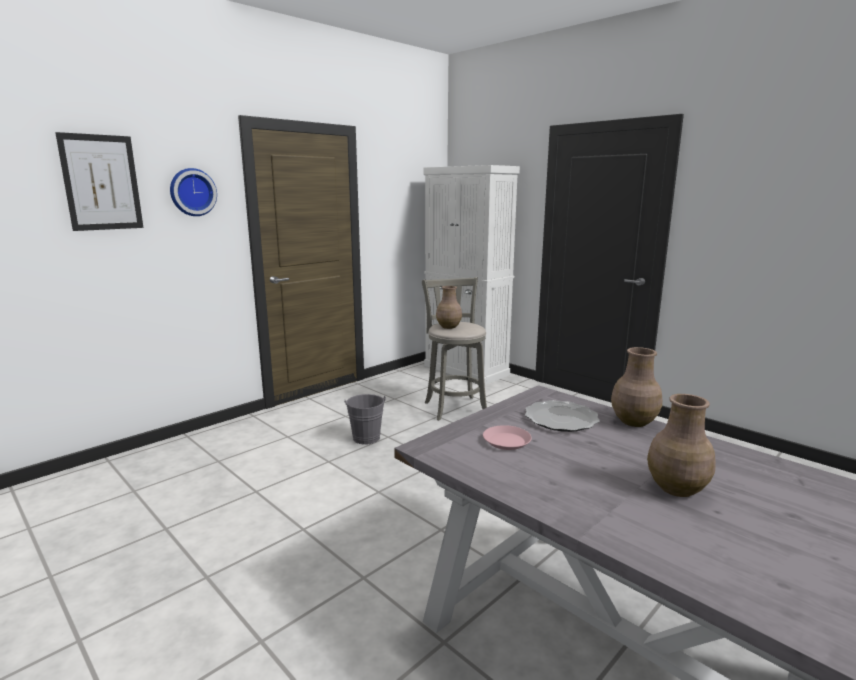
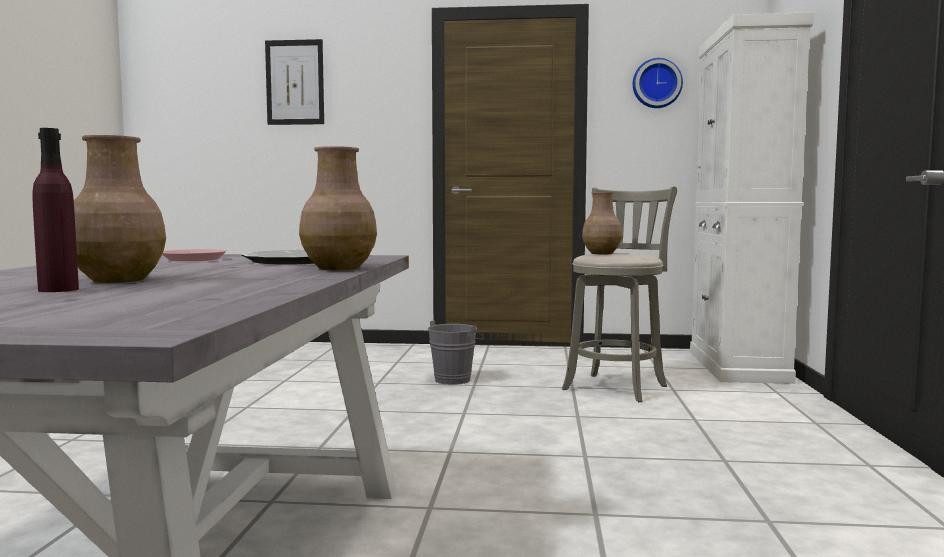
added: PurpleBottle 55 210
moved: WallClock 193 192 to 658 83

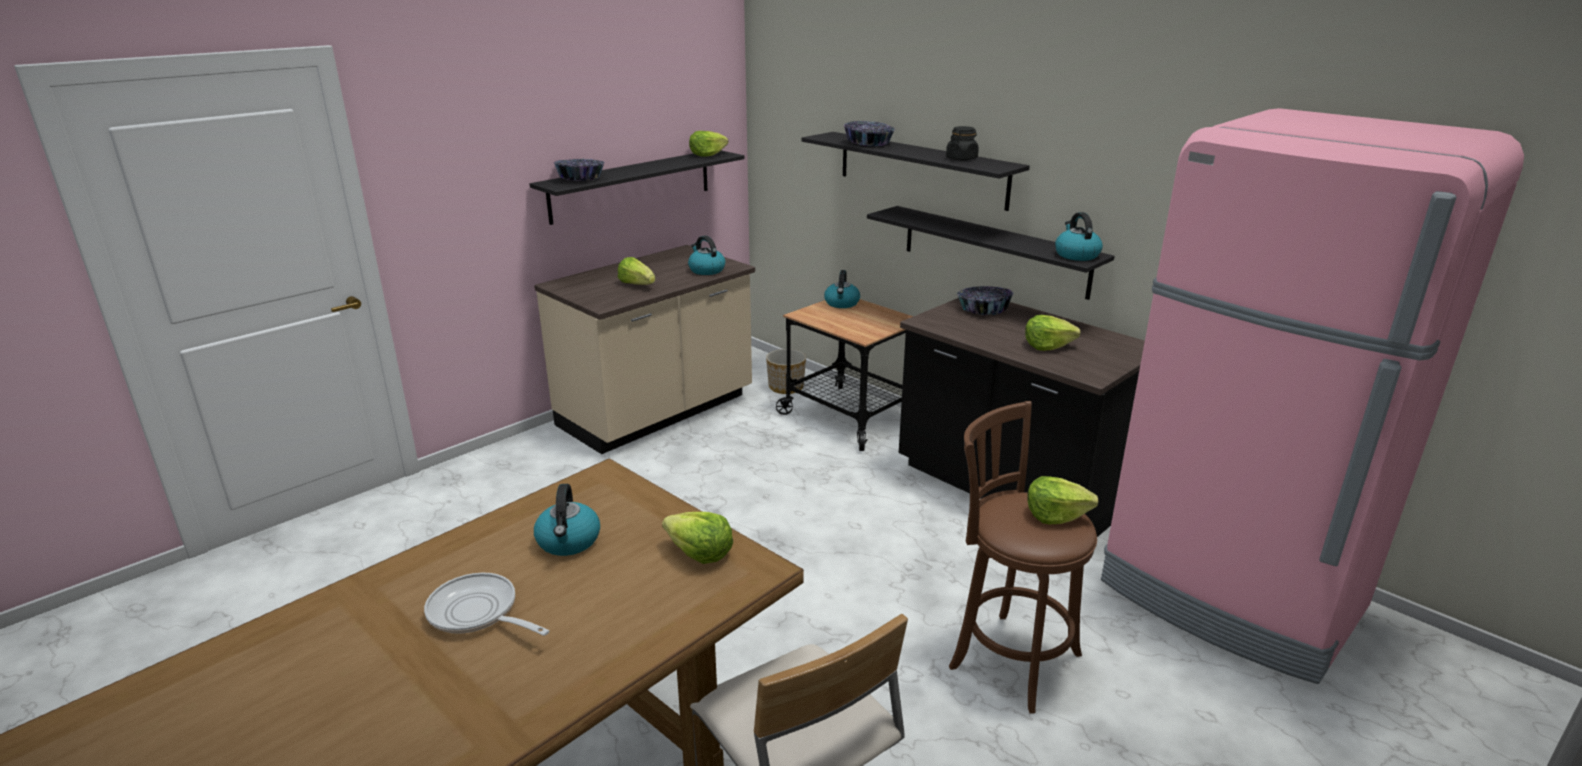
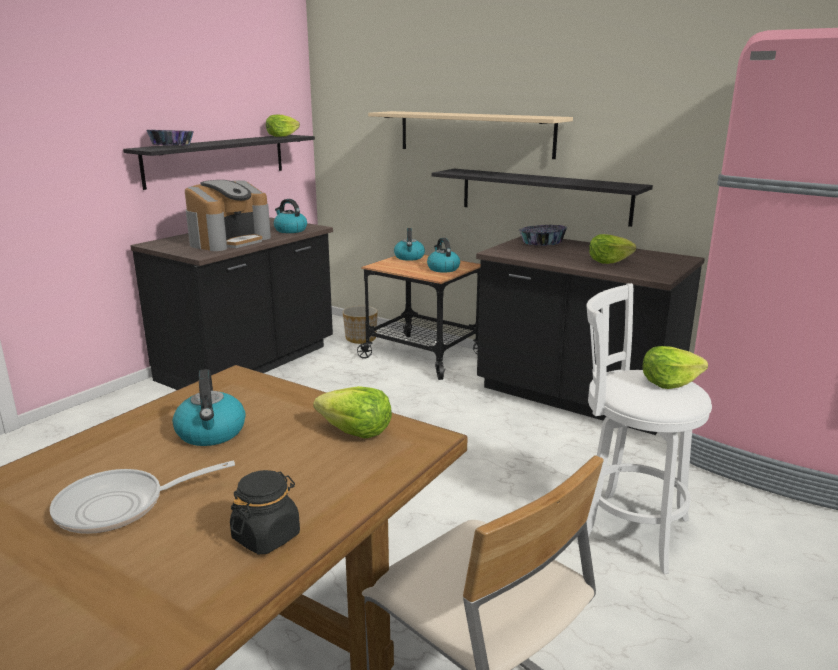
removed: Bowl 869 134
moved: BlackJar 962 143 to 265 512; Kettle 1079 236 to 443 255
replaced: Lettuce 636 271 to CoffeeMachine 228 215
recoloured: BlackShelf 916 171 to BeigeShelf 470 135; BeigeCounter 644 349 to BlackCounter 231 303; BrownStool 1023 557 to WhiteStool 644 428
turned: FryingPan 487 604 = 142 497 45 degrees counterclockwise

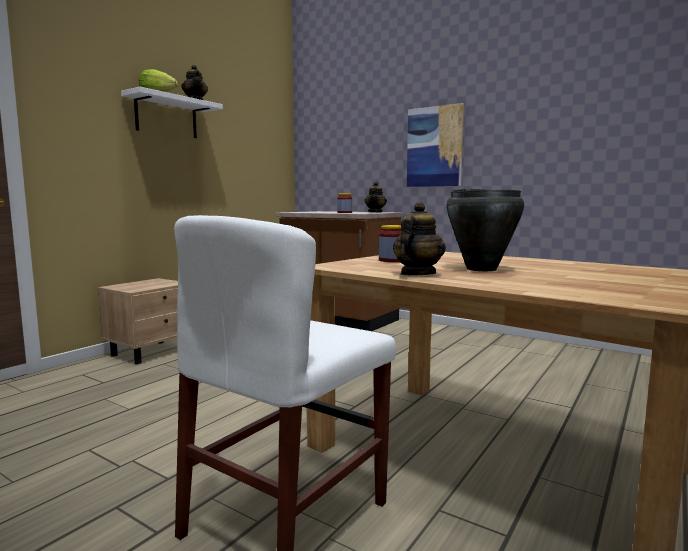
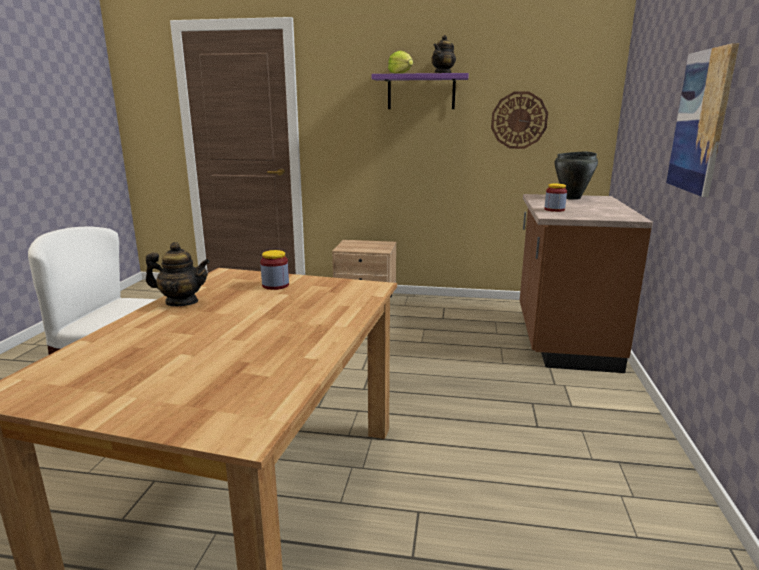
removed: Teapot 375 197
added: WallClock 519 120
moved: BlackCookingPot 485 230 to 576 175
recoloured: WhiteShelf 172 112 to PurpleShelf 419 91

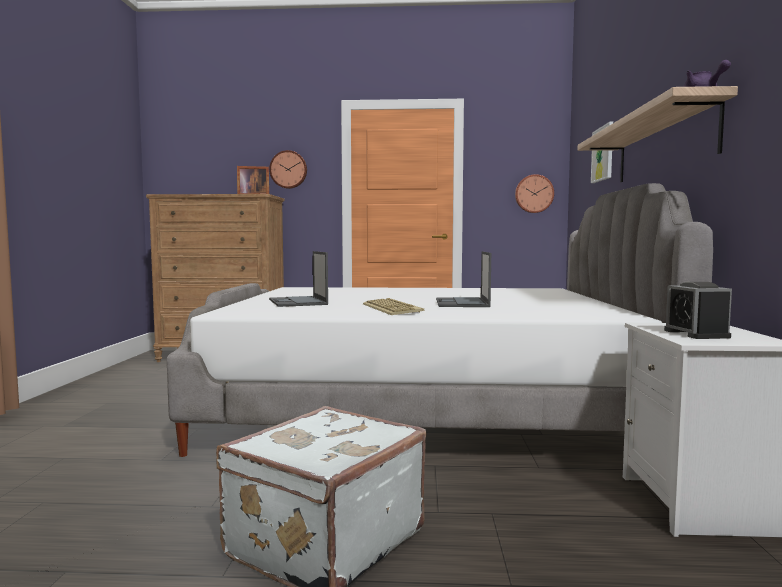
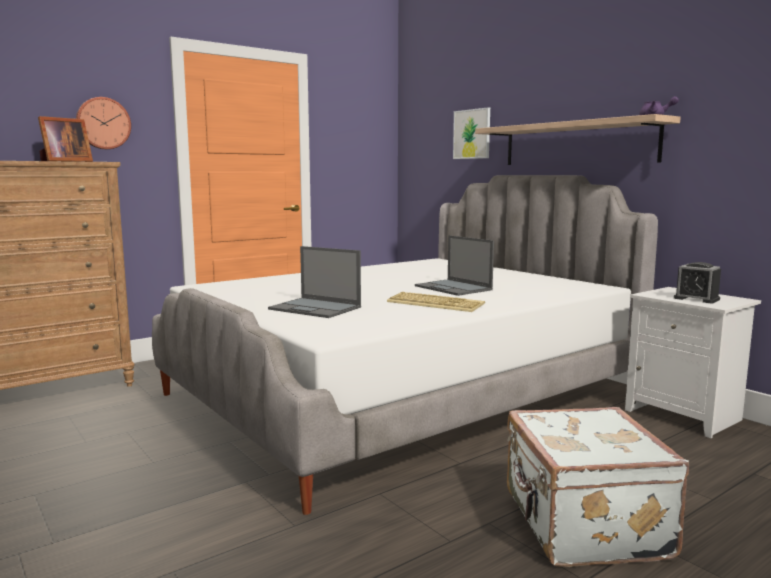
removed: WallClock 534 193

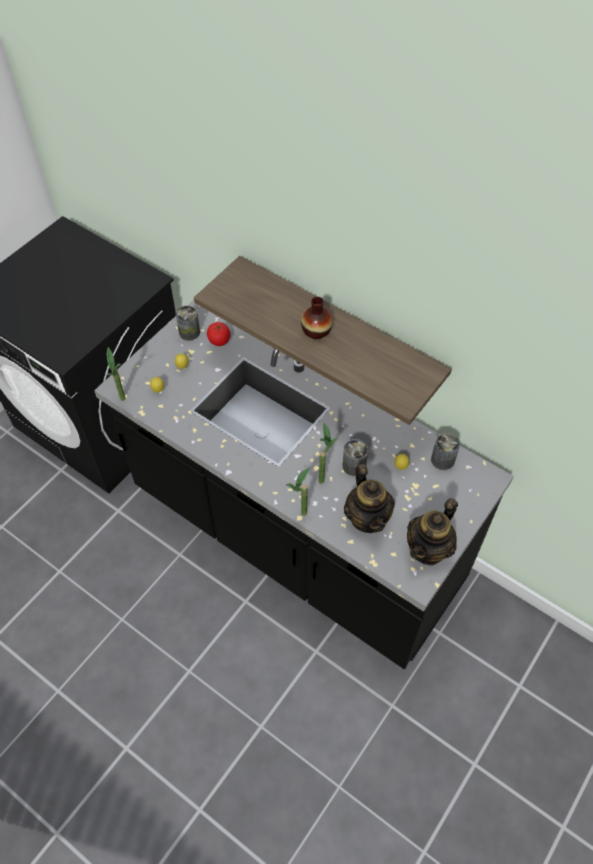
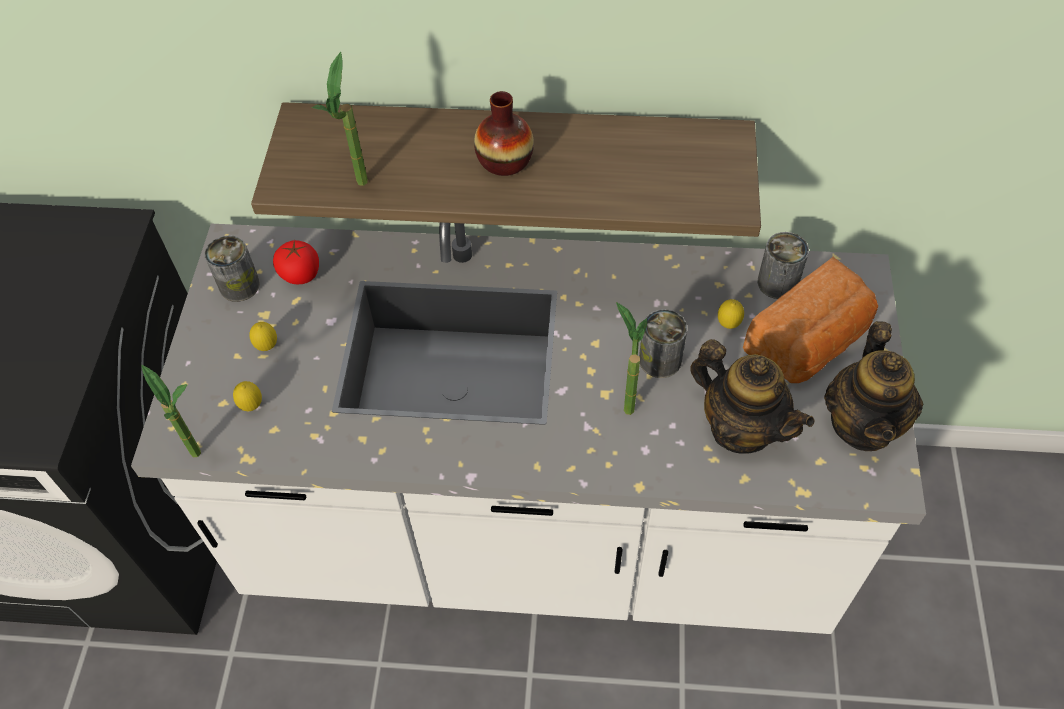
added: Bread 810 320
moved: PottedPlant 297 492 to 340 119
recoloured: BlackCounter 304 485 to WhiteCounter 528 428

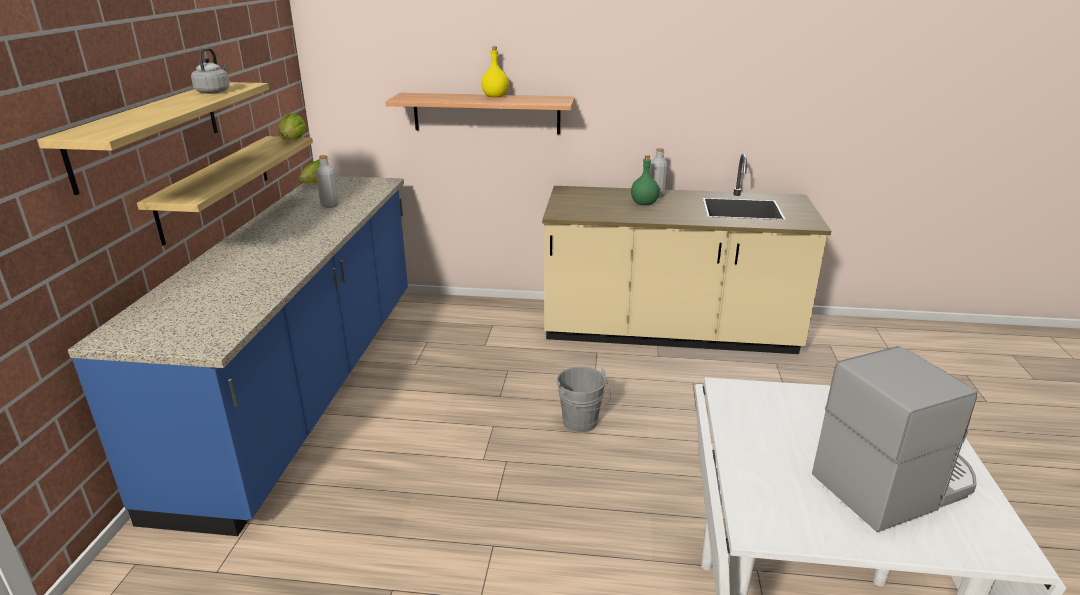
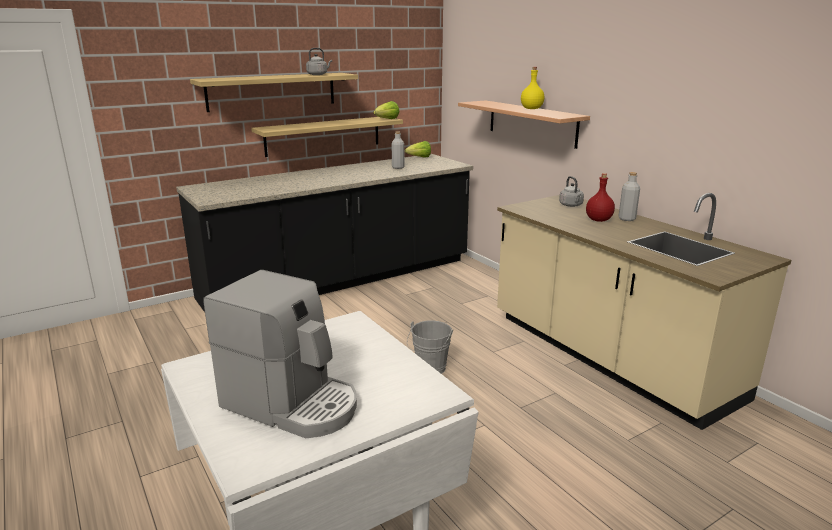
added: GreyKettle 571 191
recoloured: GreenBottle 645 180 to RedBottle 600 197; BlueCounter 238 356 to BlackCounter 324 233

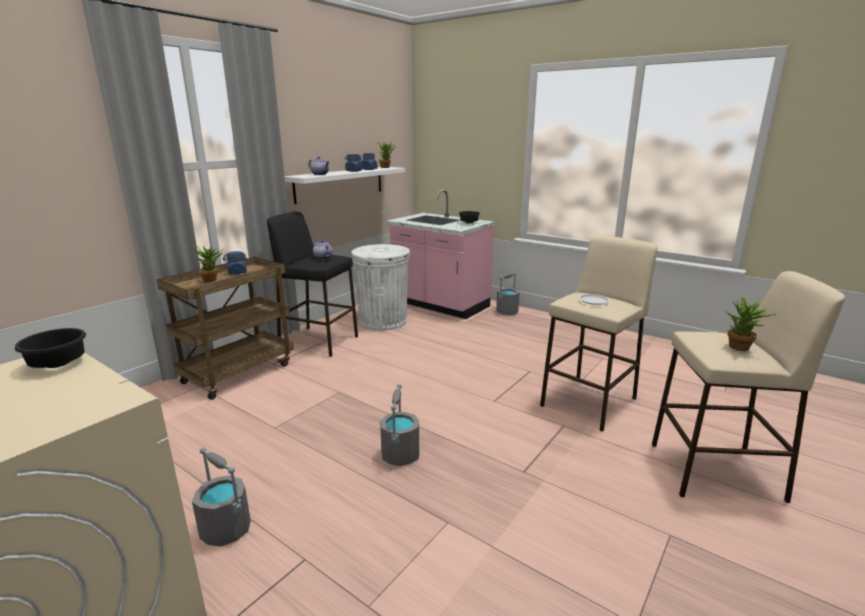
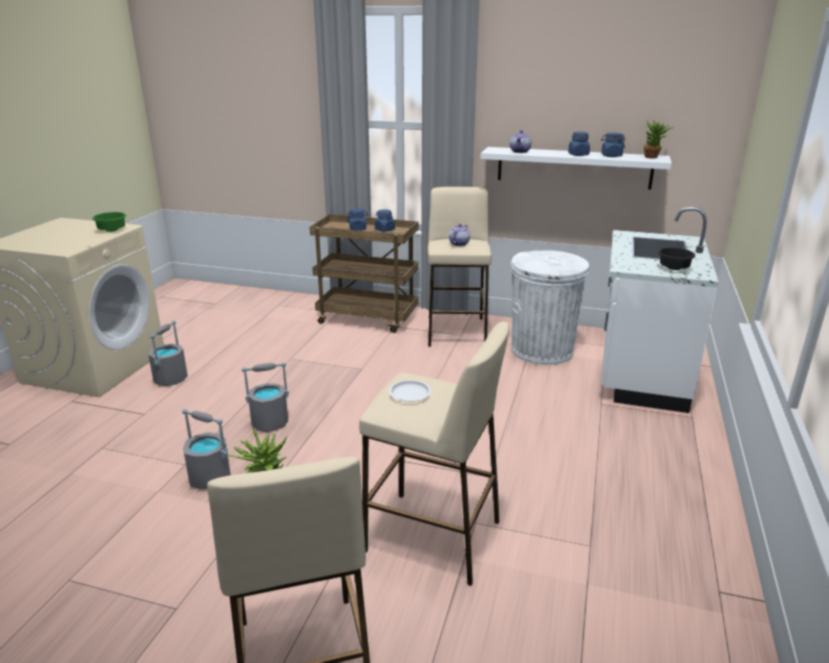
moved: GreyBucket 508 293 to 206 449
replaced: PottedPlant 209 264 to BlueJar 357 219
recoloured: PinkCounter 440 254 to WhiteCounter 660 310; BlackStool 312 284 to BeigeStool 459 267; BlackBowl 50 348 to GreenBowl 109 222

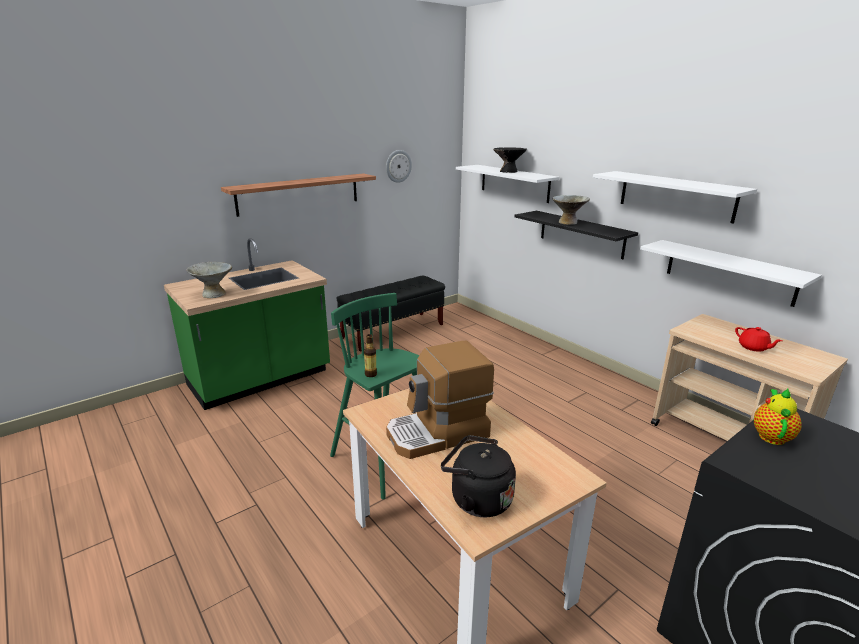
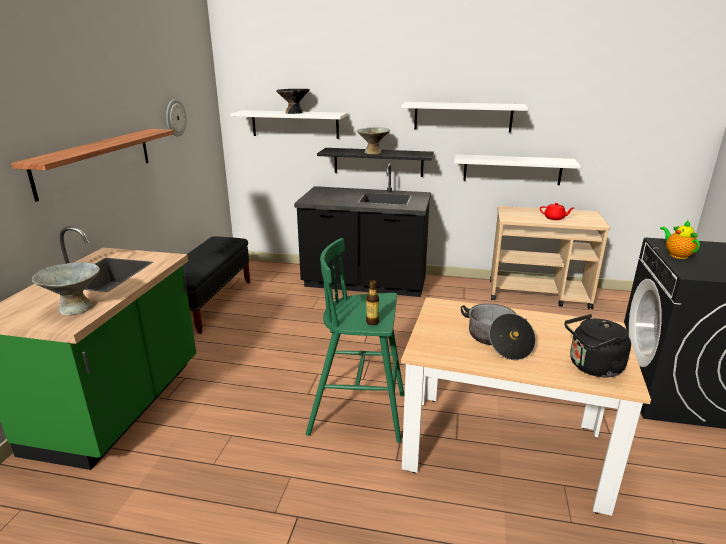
added: BlackCounter 362 230
replaced: CoffeeMachine 440 400 to CookingPot 498 331

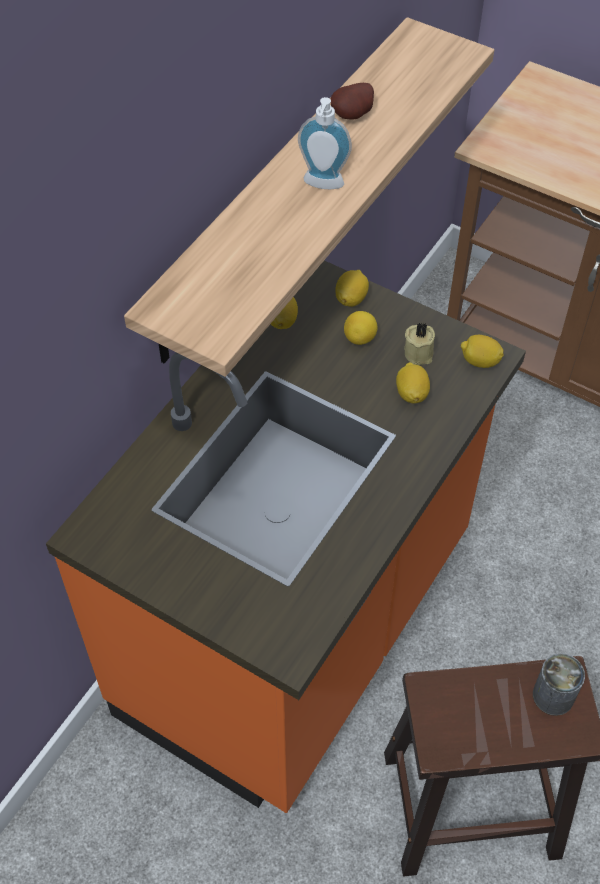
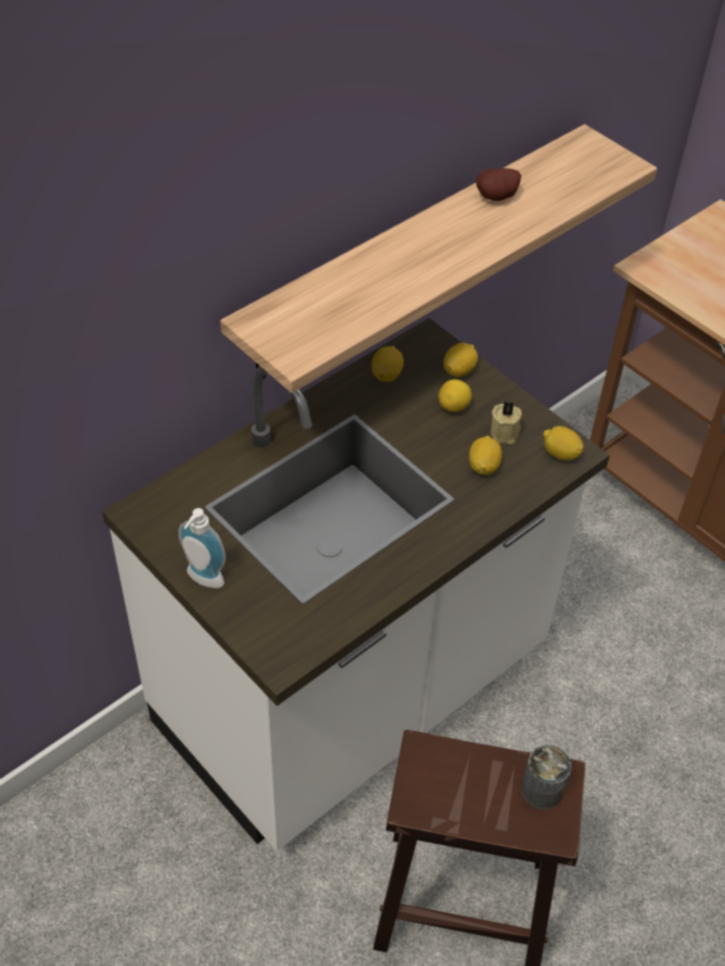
moved: SoapDispenser 325 143 to 202 548
recoloured: OrangeCounter 286 536 to WhiteCounter 356 584

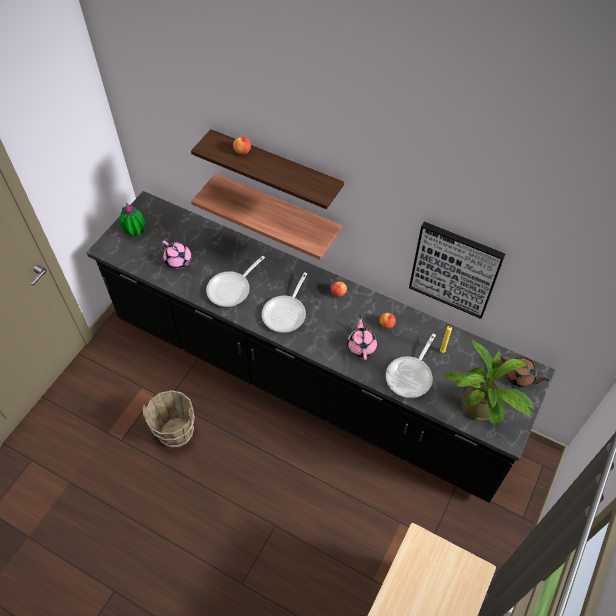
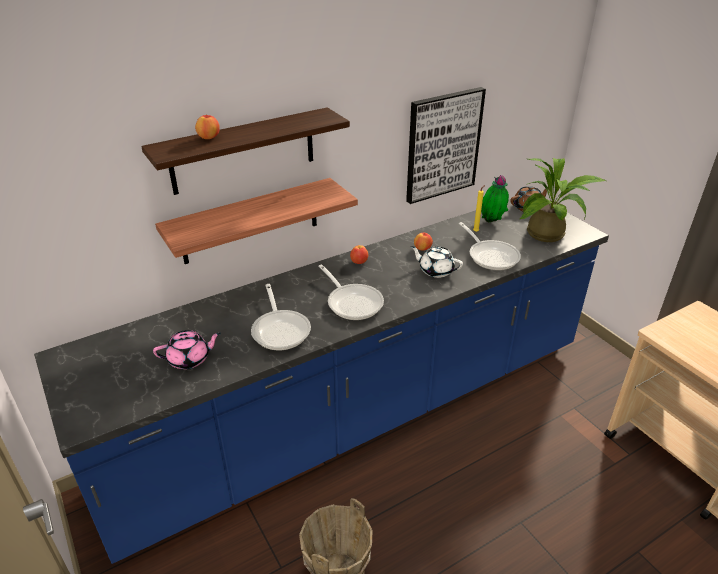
moved: PottedPlant 133 219 to 495 199
recoloured: BlackCounter 320 347 to BlueCounter 321 381; PinkTeapot 362 338 to WhiteTeapot 436 262

